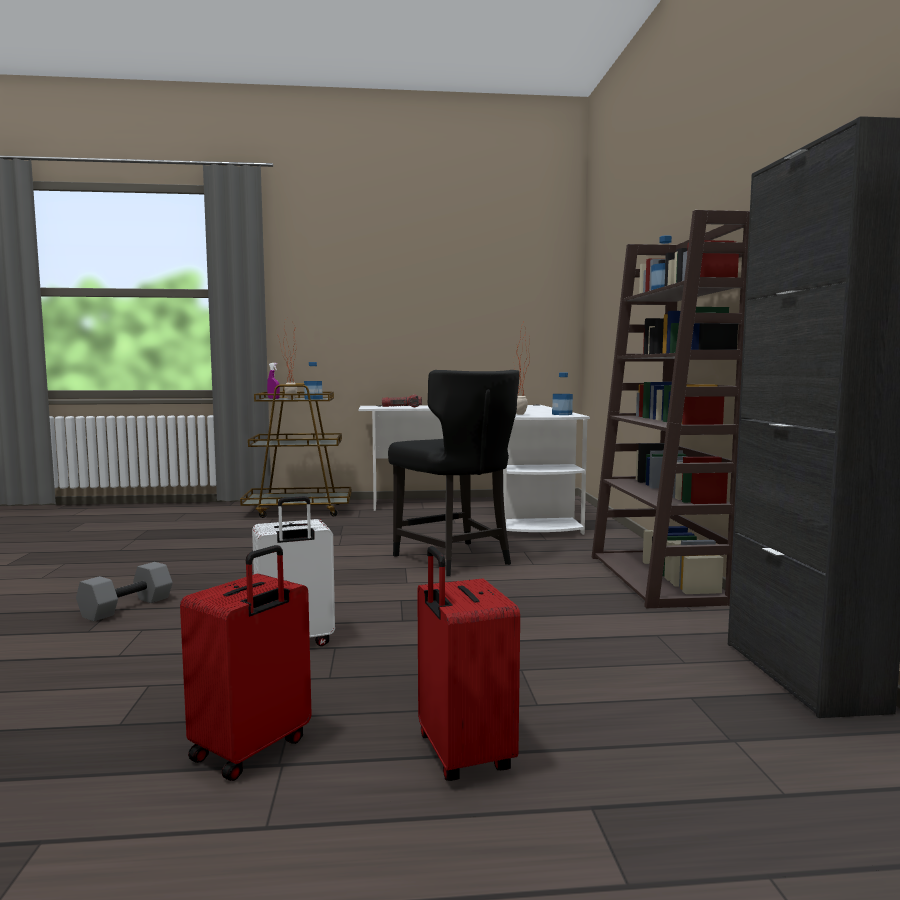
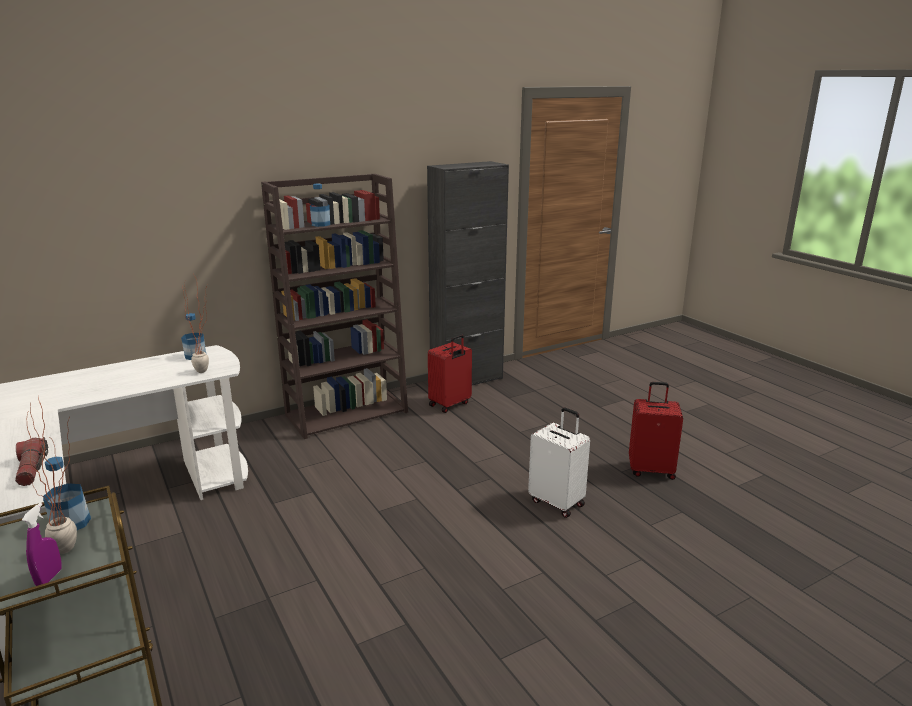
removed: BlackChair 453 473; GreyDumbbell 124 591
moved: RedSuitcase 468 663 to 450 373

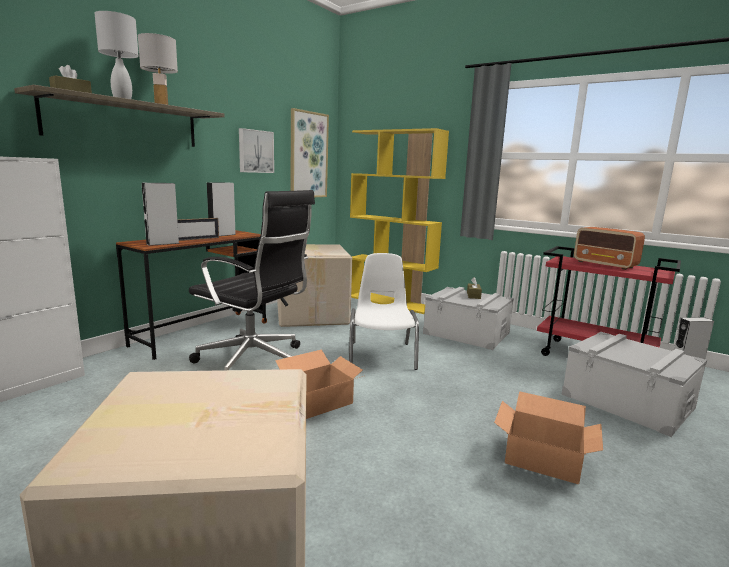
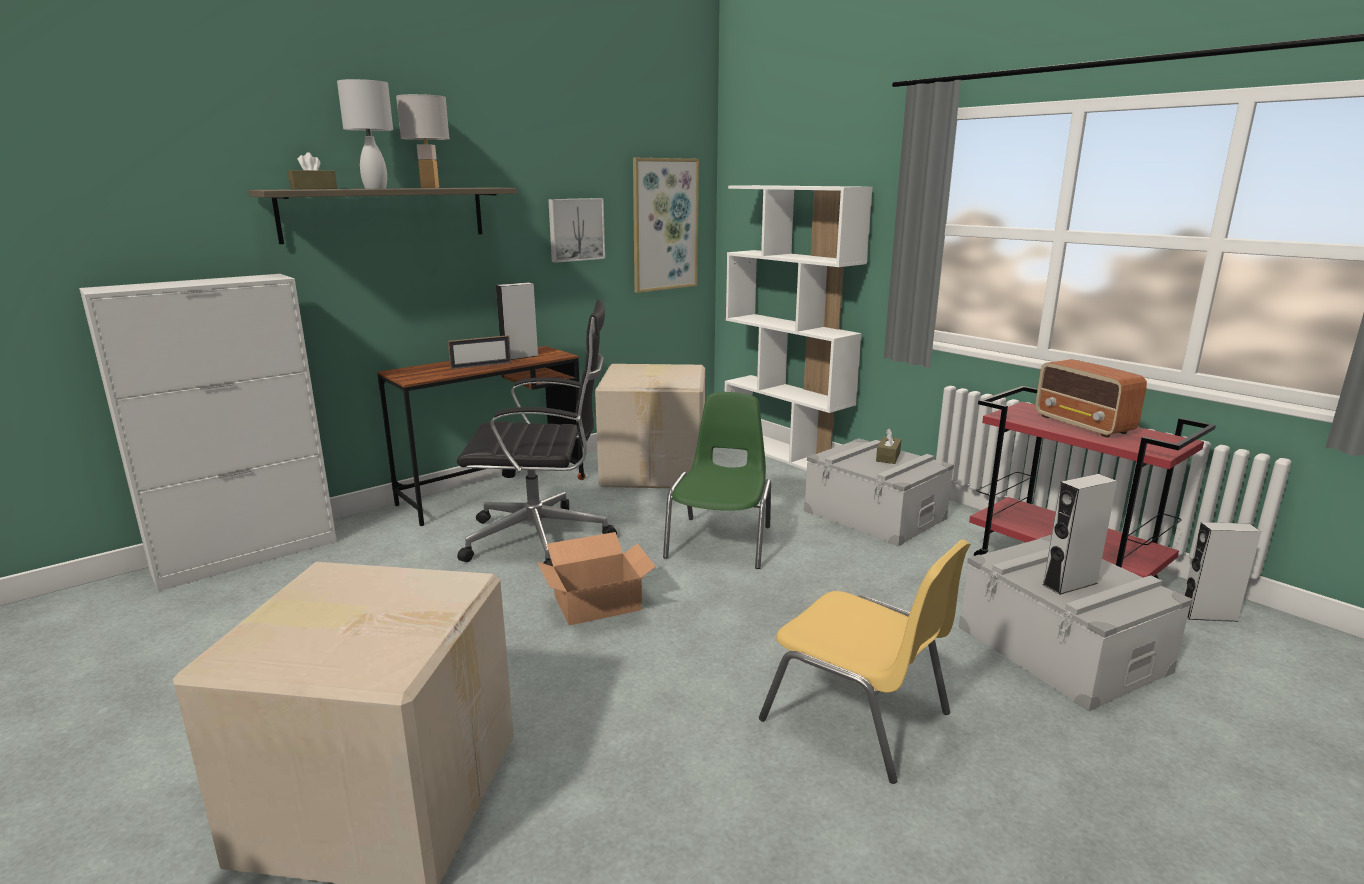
moved: GreySpeaker 160 214 to 1079 534
replaced: CardboardBox 548 437 to YellowChair 865 661
recoloured: YellowBookcase 399 221 to WhiteBookcase 799 328; WhiteChair 384 311 to GreenChair 717 480
turned: BlackOfficeChair 252 280 = 537 433 45 degrees counterclockwise

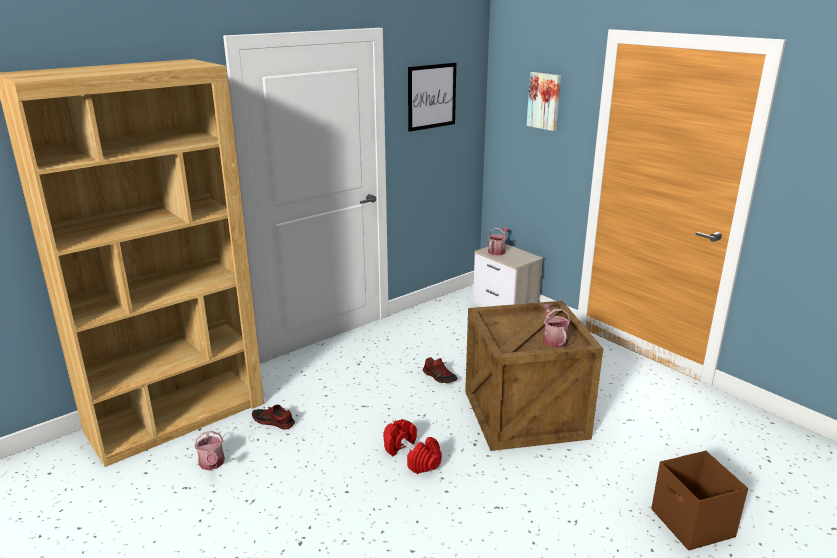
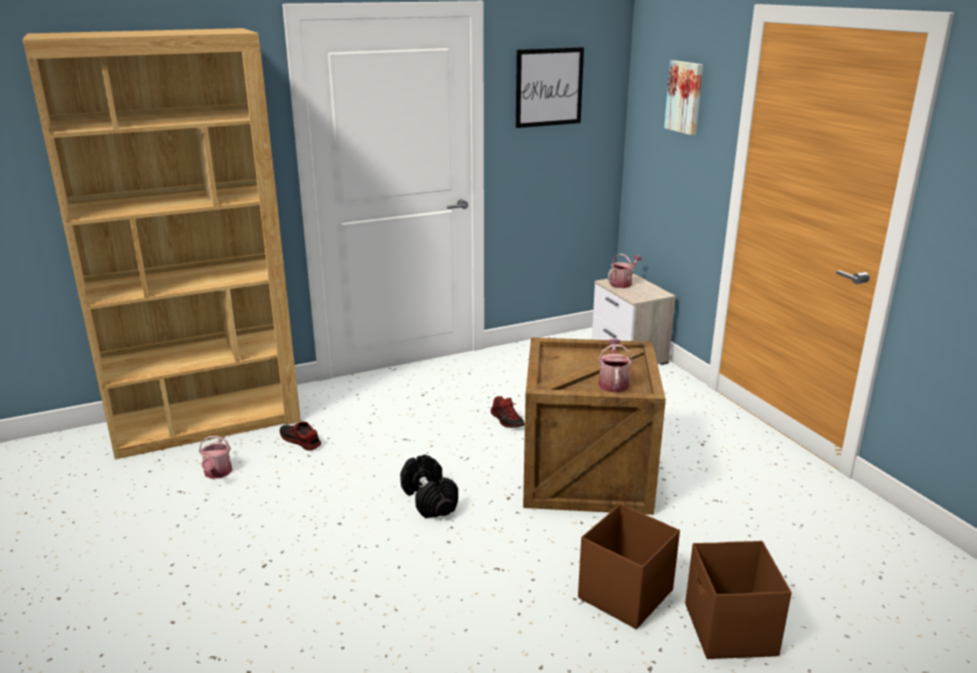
added: BrownStorageBox 629 566
recoloured: RedDumbbell 412 446 to BlackDumbbell 429 486

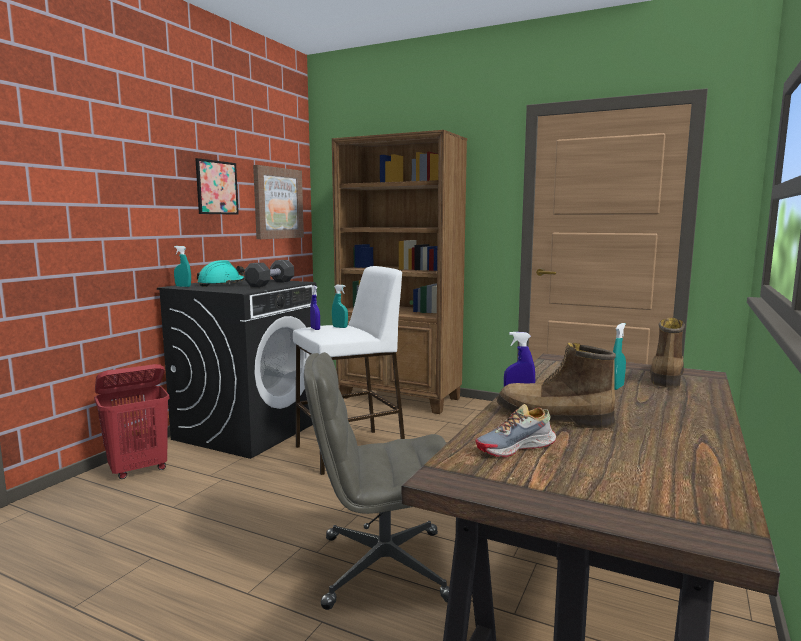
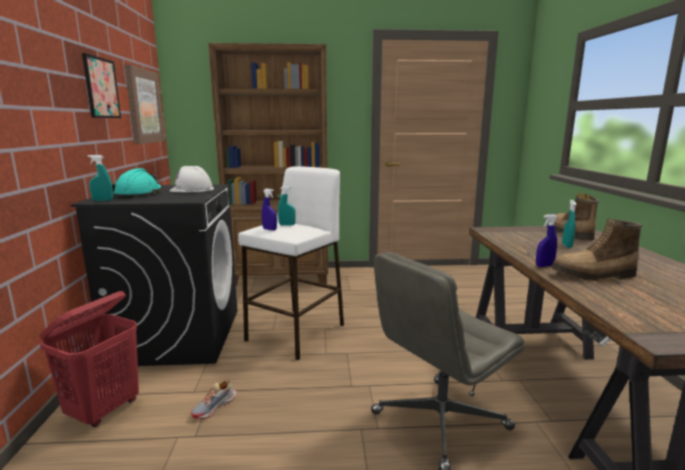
moved: Shoe 515 430 to 214 399
replaced: BlackDumbbell 269 273 to WhiteHardHat 191 179

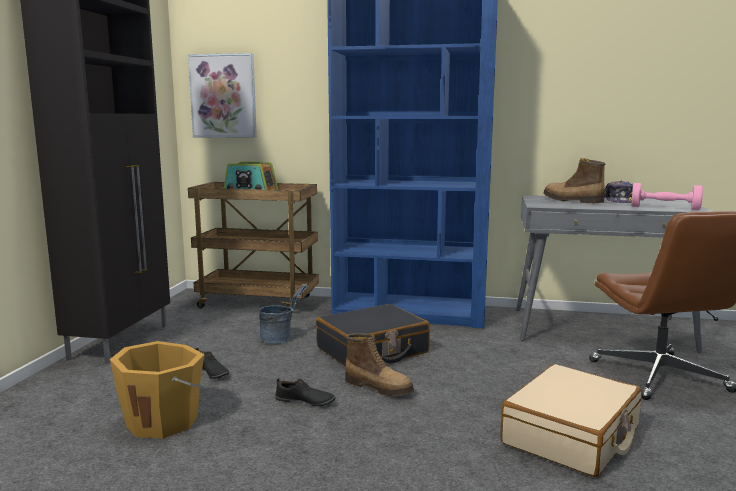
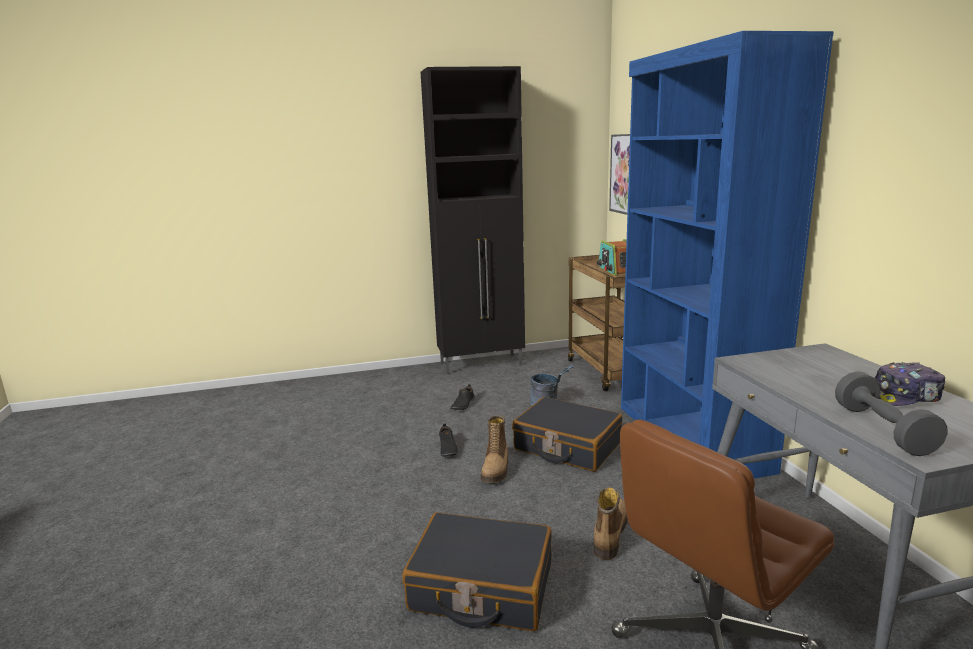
removed: OrangeBucket 157 390
moved: Boot 574 180 to 610 524
recoloured: PinkDumbbell 667 196 to GreyDumbbell 891 413; BeigeSuitcase 571 420 to BlackSuitcase 477 571

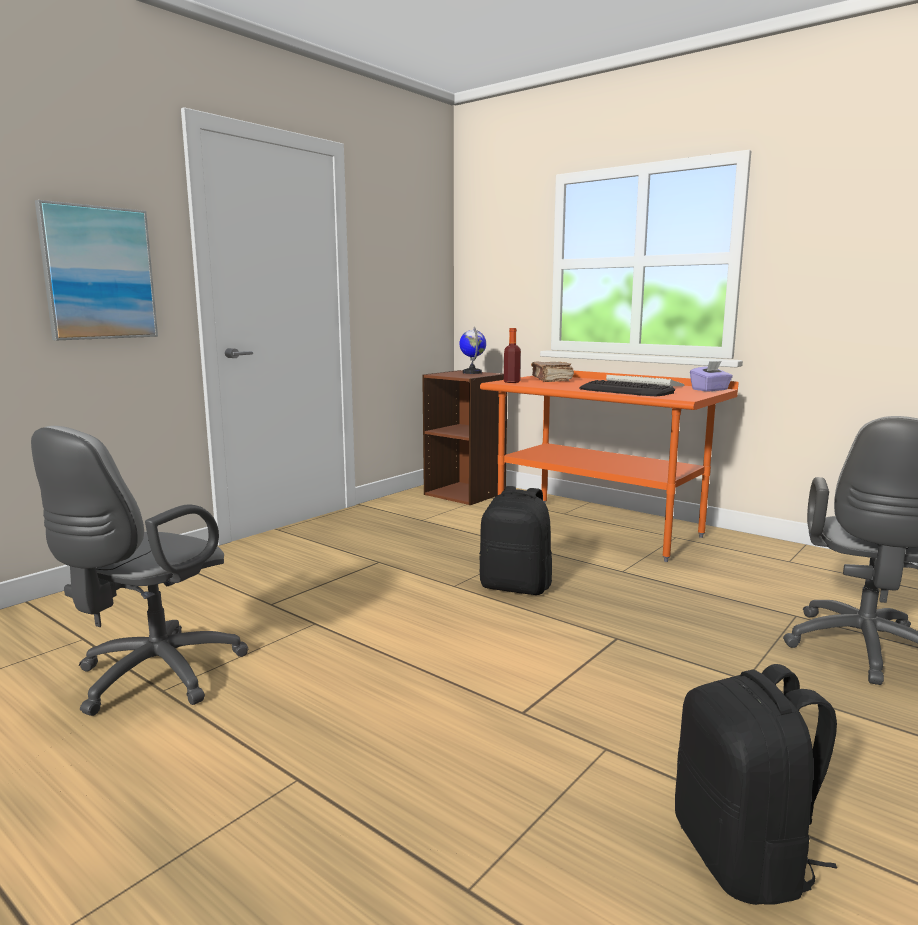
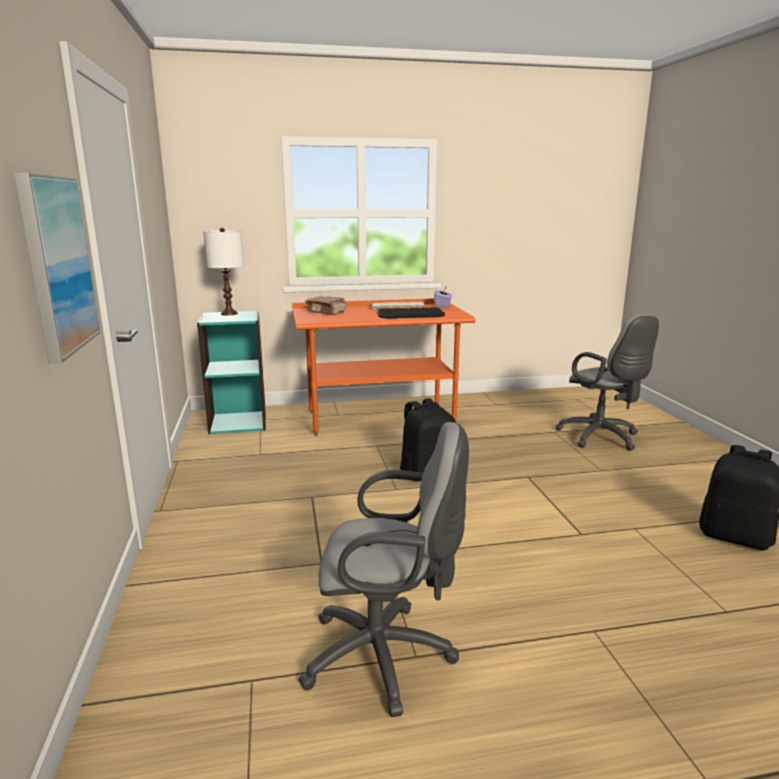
removed: Bottle 512 355
replaced: Globe 472 350 to WhiteTableLamp 223 272
recoloured: BrownBookcase 464 437 to TurquoiseBookcase 231 372
turned: GreyOfficeChair 140 571 = 384 569 60 degrees counterclockwise

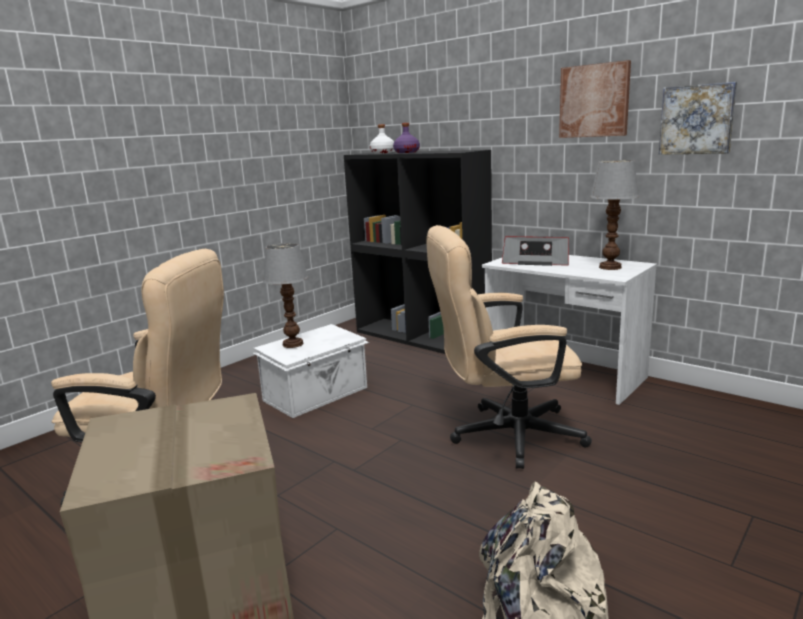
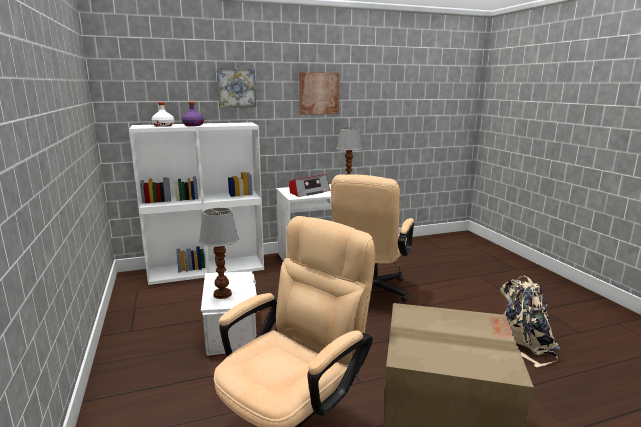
moved: Picture 698 118 to 236 88
recoloured: BlackBookcase 418 252 to WhiteBookcase 196 203

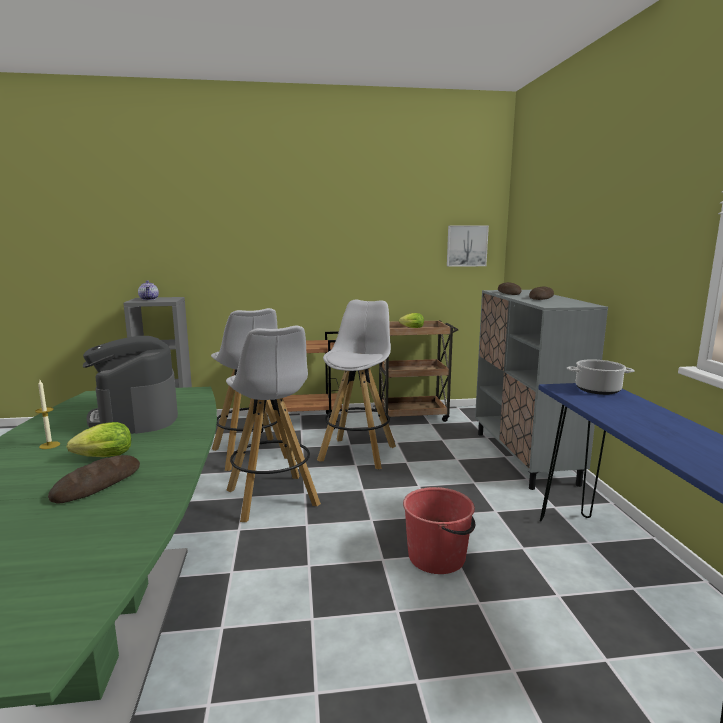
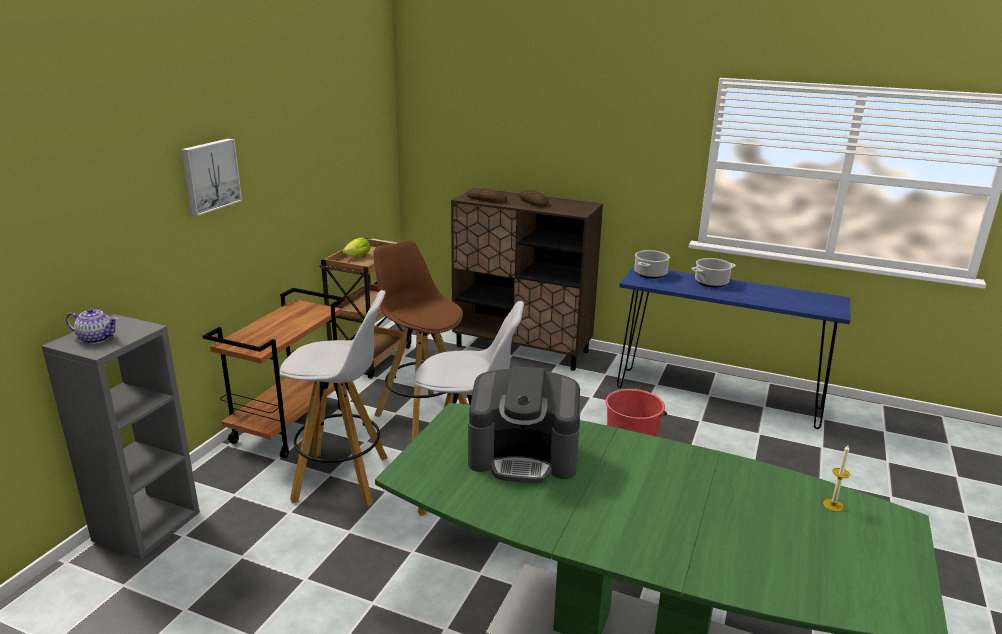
removed: Lettuce 99 439; Bread 94 479
added: CookingPot 713 273
moved: Picture 468 246 to 211 177; Candle 47 414 to 836 478
recoloured: GreyCabinet 541 390 to BrownCabinet 527 279; WhiteStool 356 384 to BrownStool 420 340

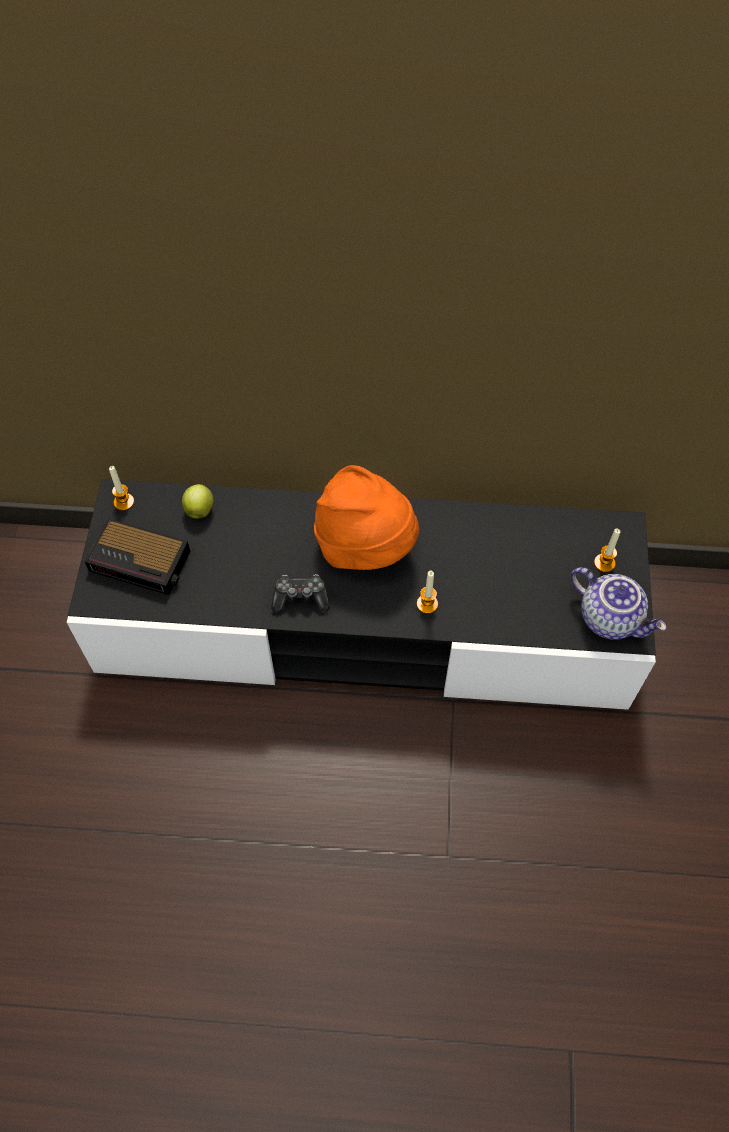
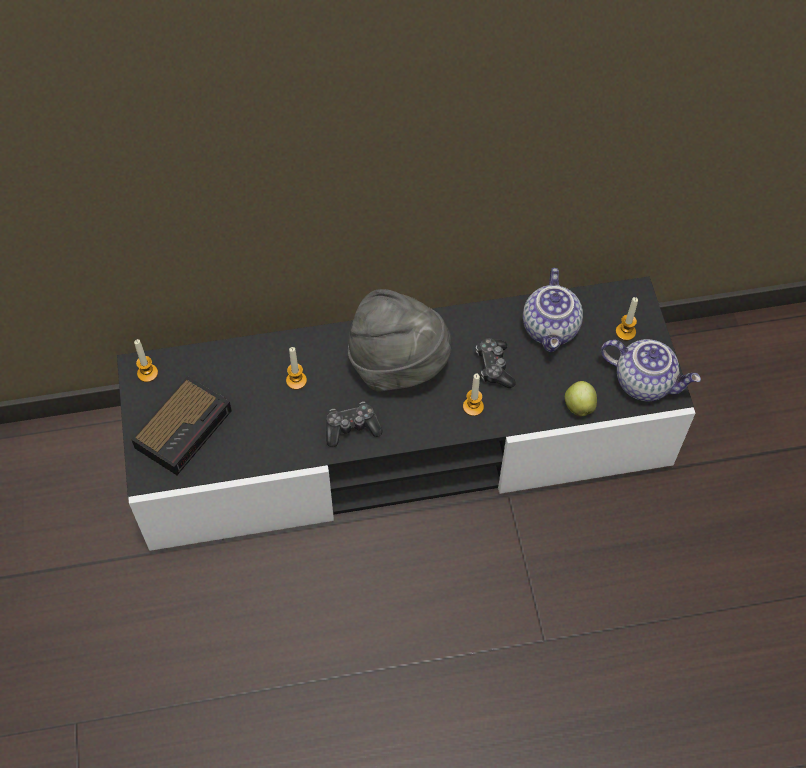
added: Teapot 553 310; GameController 495 363; Candle 296 368
moved: Apple 197 501 to 581 398
recoloured: OrangeHat 366 517 to GreyHat 400 340
turned: AlarmClock 137 556 = 181 425 60 degrees counterclockwise

